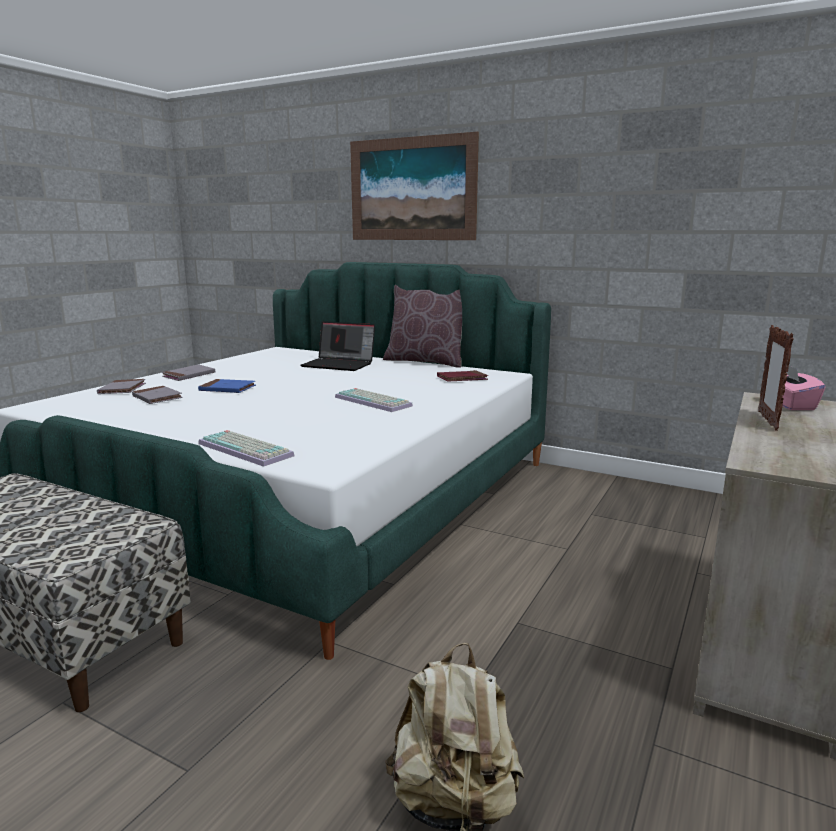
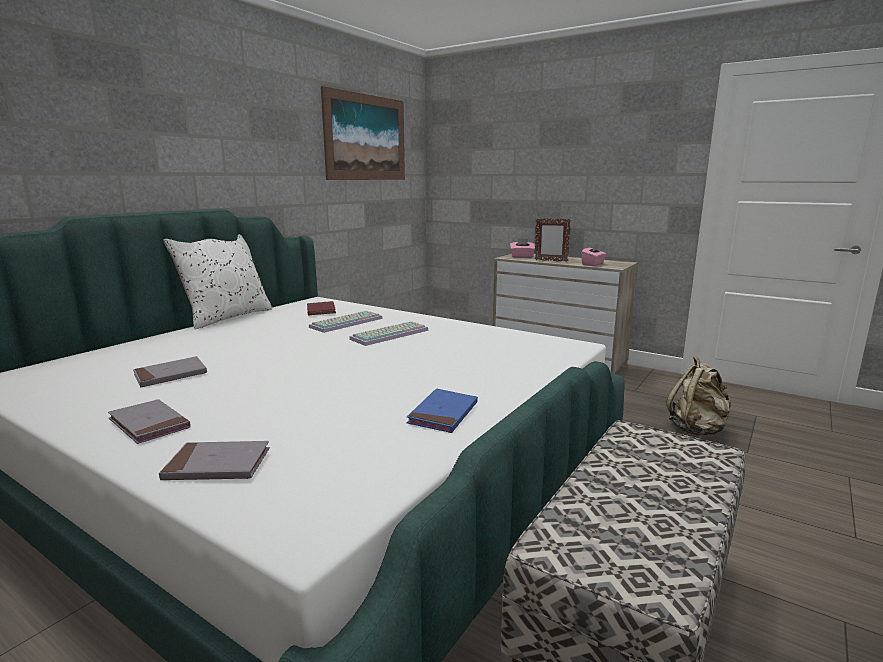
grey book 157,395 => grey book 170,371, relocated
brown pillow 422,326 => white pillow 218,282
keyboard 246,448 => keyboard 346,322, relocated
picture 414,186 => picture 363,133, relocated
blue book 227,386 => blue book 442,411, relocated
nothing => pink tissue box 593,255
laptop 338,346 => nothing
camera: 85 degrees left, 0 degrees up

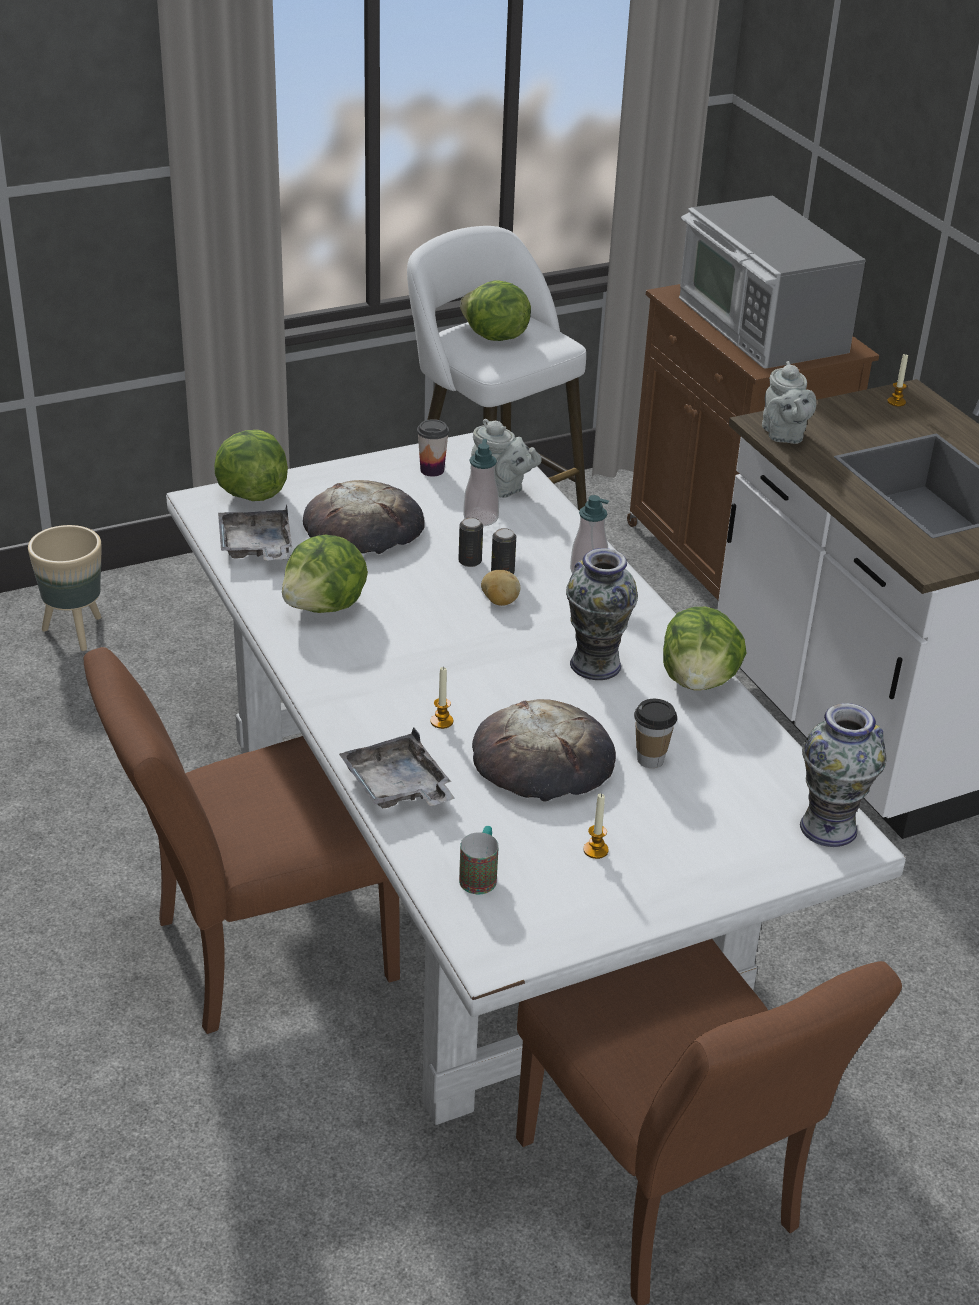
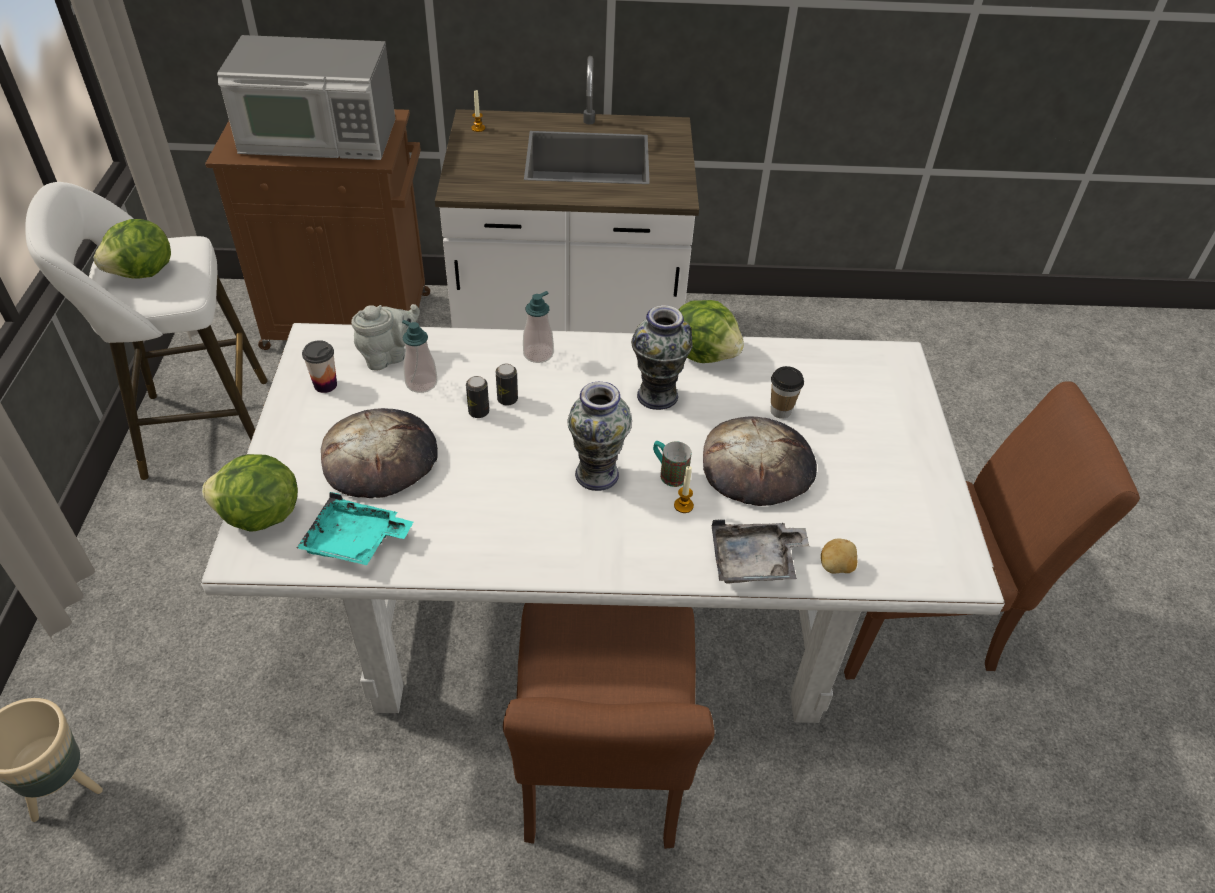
grey tray 255,532 => turquoise tray 355,528
vase 843,775 => vase 600,436, relocated
mug 479,860 => mug 672,464, relocated
potato 500,588 => potato 839,556, relocated
lettuce 325,574 => nothing
candle 596,826 => nothing
grey teapot 789,402 => nothing
camera: 65 degrees left, 10 degrees up

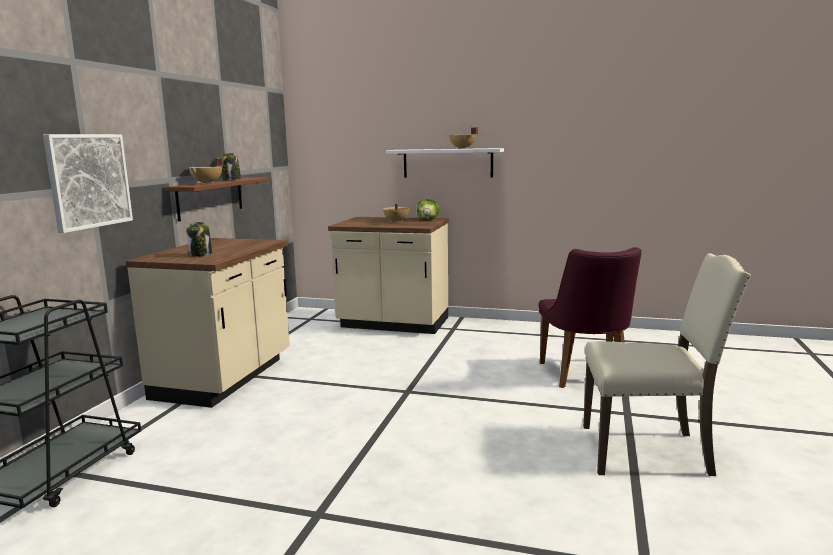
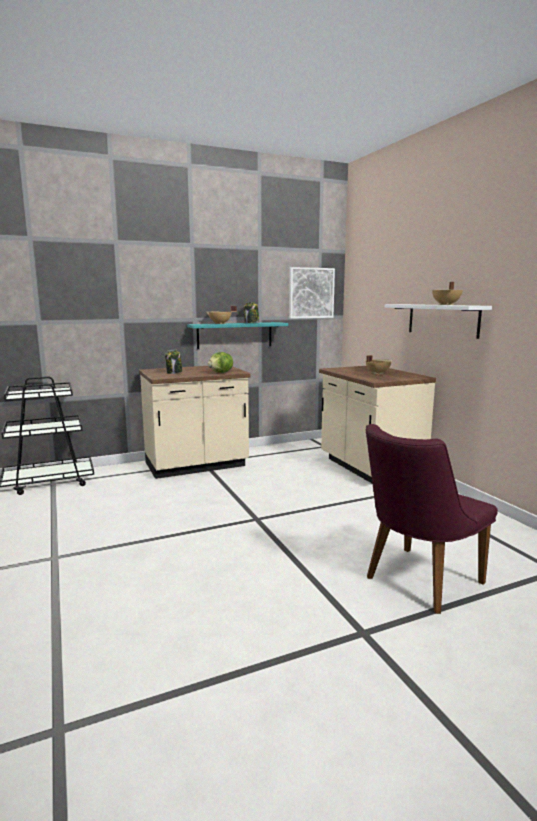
brown shelf 217,199 => turquoise shelf 237,335
lettuce 428,209 => lettuce 220,362, relocated
picture 88,183 => picture 312,293, relocated
beige chair 667,364 => nothing
camera: 50 degrees right, 0 degrees up

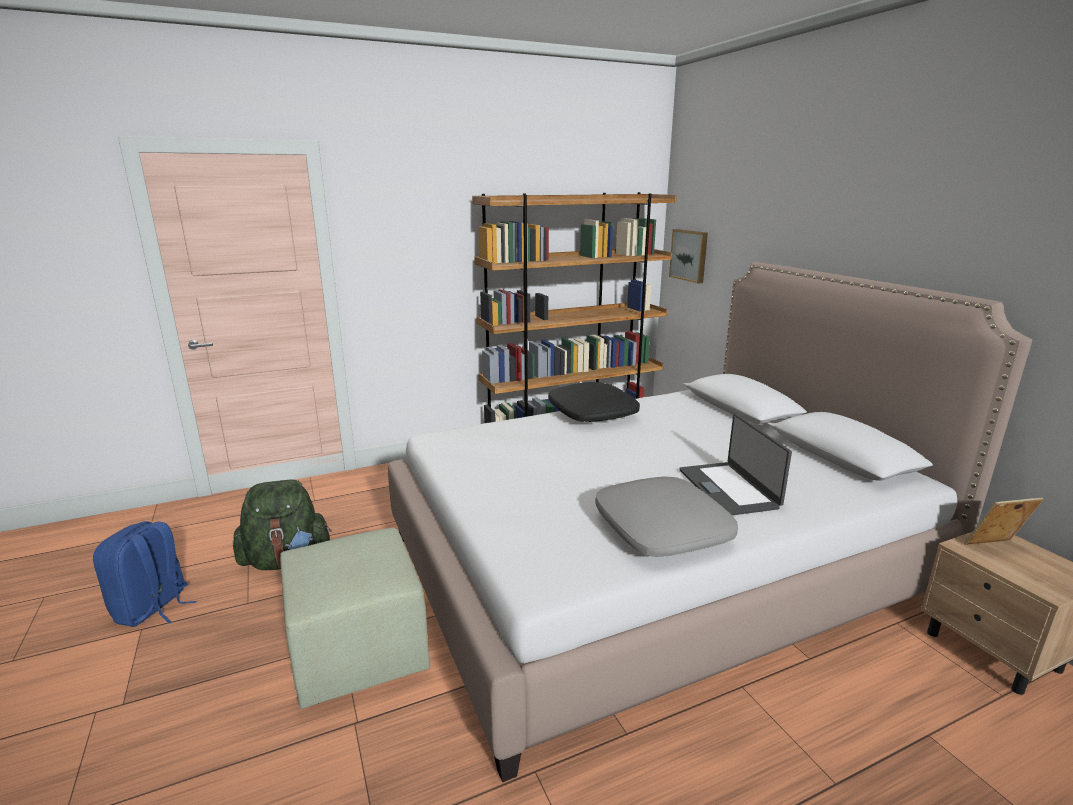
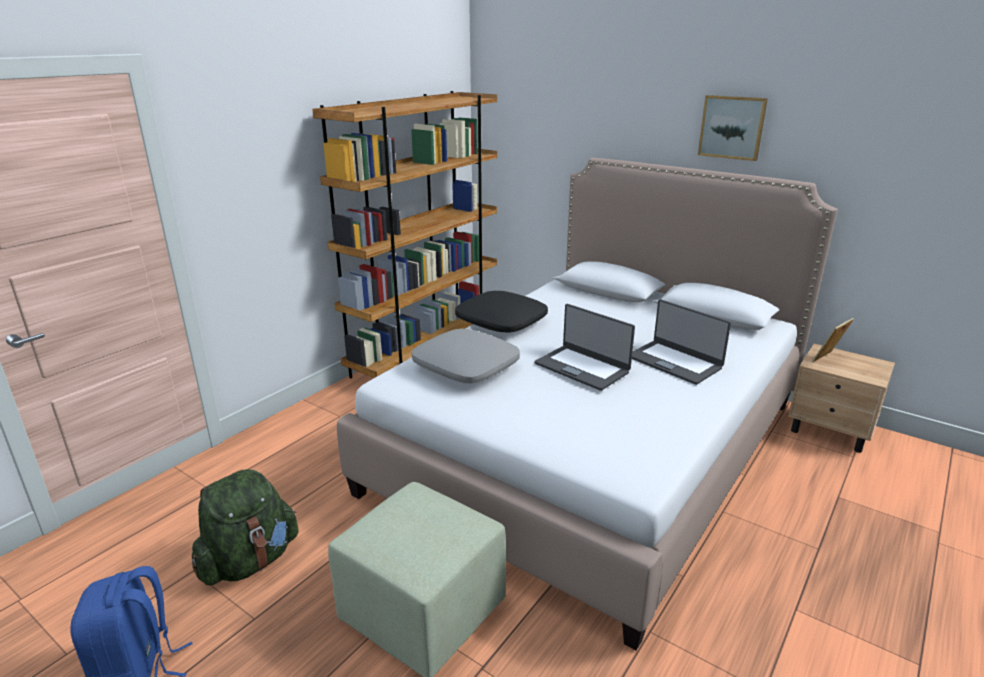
grey pillow 666,516 => grey pillow 466,355, relocated
nothing => laptop 584,347
picture 688,256 => picture 733,128, relocated
camera: 30 degrees left, 5 degrees up

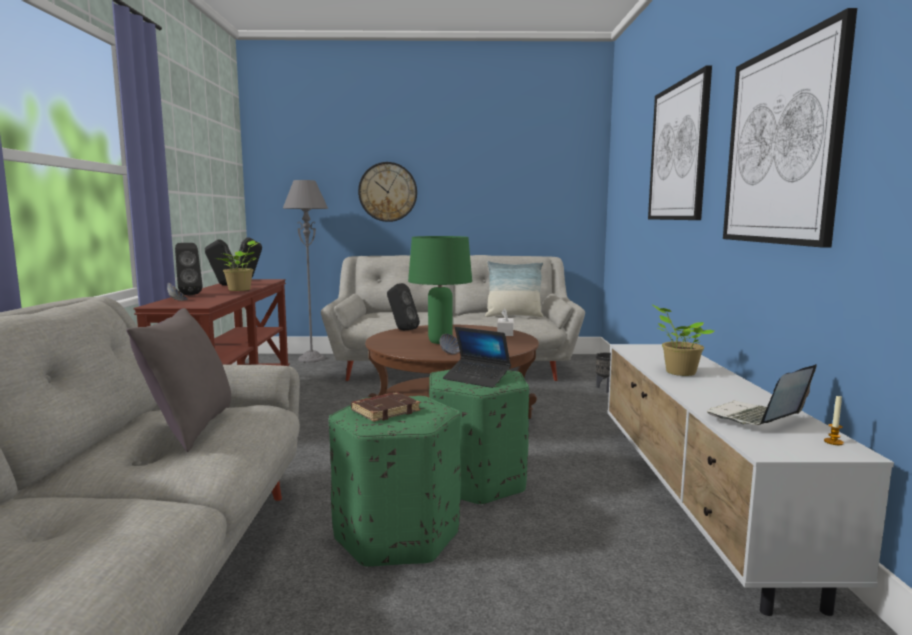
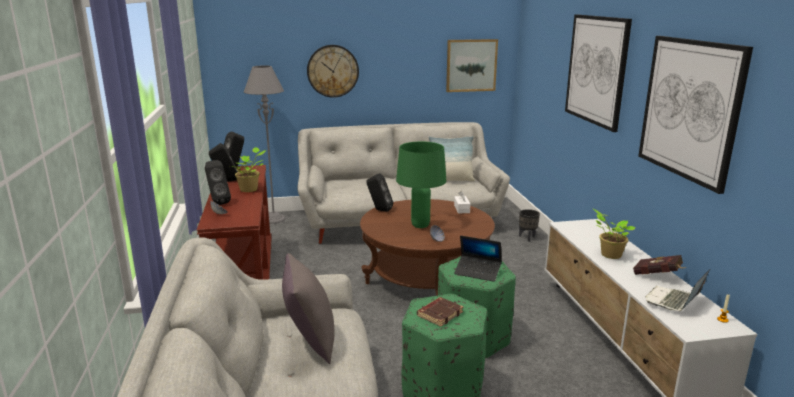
nothing => picture 472,65
nothing => red book 660,265
camera: 10 degrees left, 10 degrees up

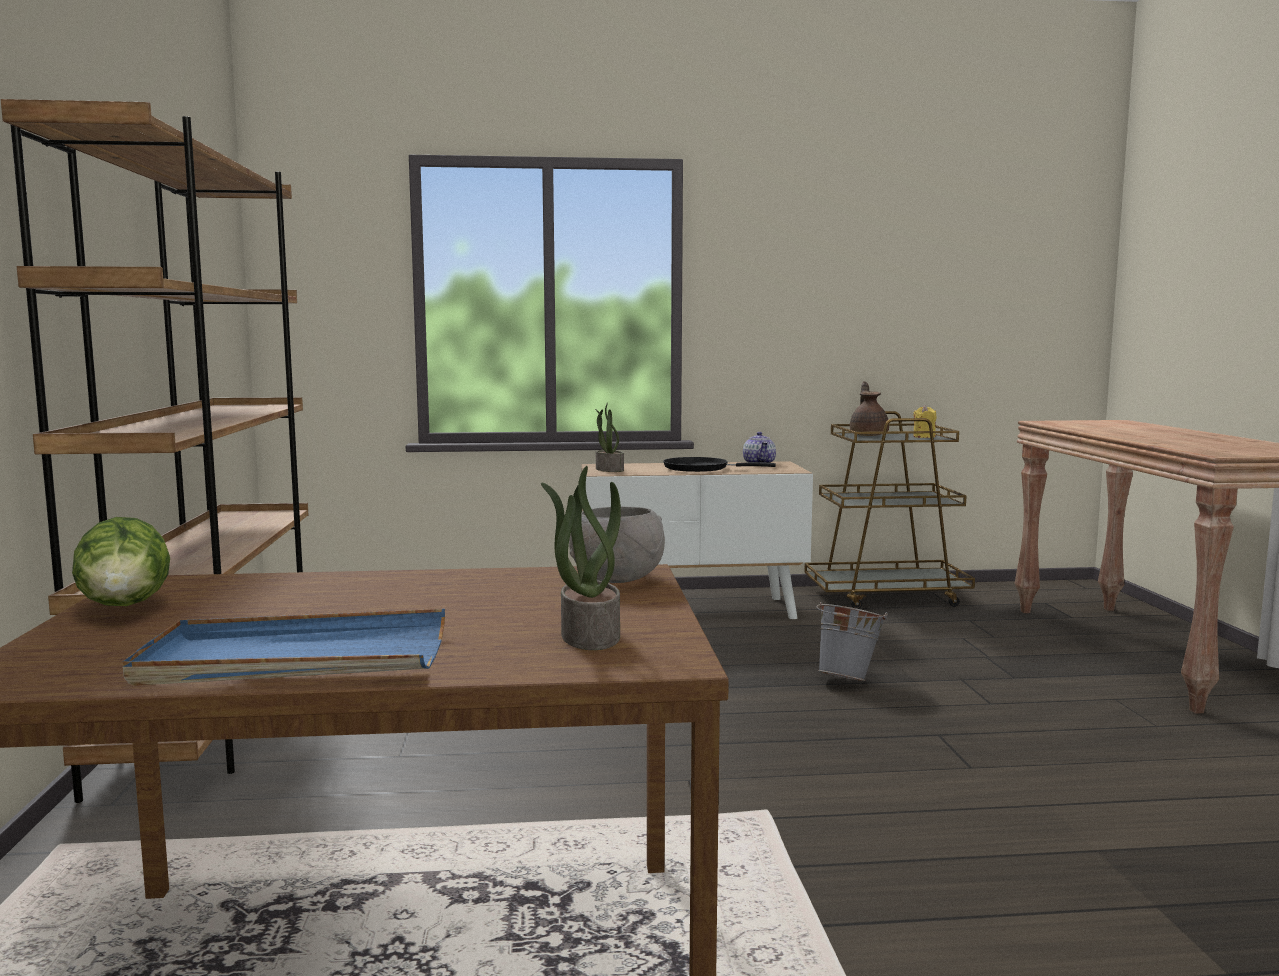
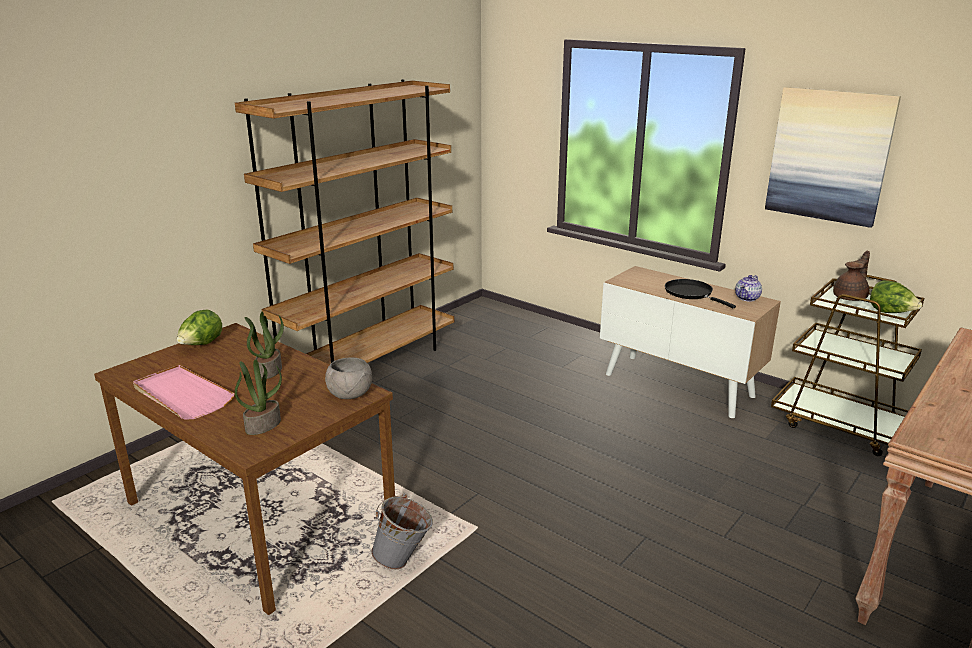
blue tray 283,647 => pink tray 184,392
potted plant 609,437 => potted plant 264,345, relocated
grey bucket 852,641 => grey bucket 402,531, relocated
nothing => picture 833,157
yellow candle 924,421 => lettuce 896,296
camera: 45 degrees right, 15 degrees up

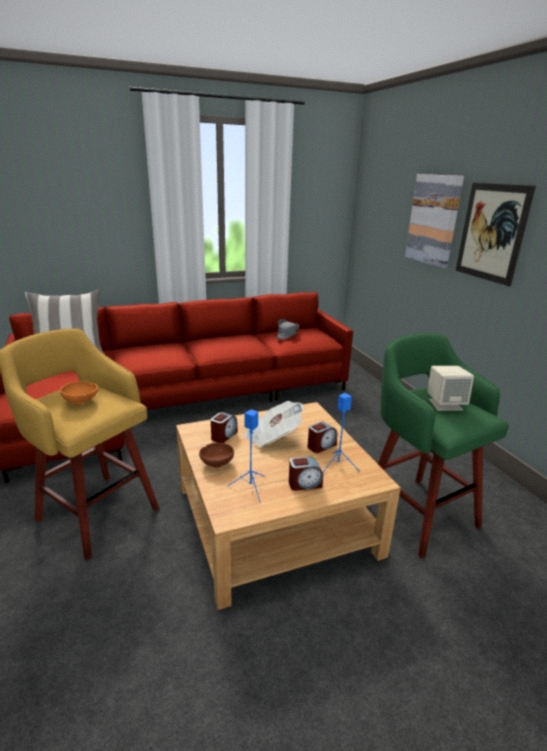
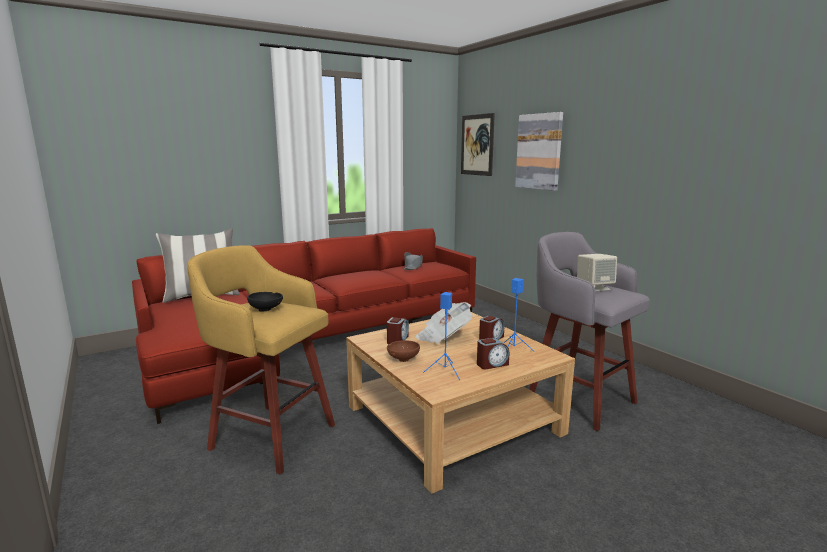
orange bowl 79,392 => black bowl 265,302
picture 495,234 => picture 478,144, relocated
green stool 443,446 => grey stool 589,331
camera: 10 degrees left, 10 degrees down

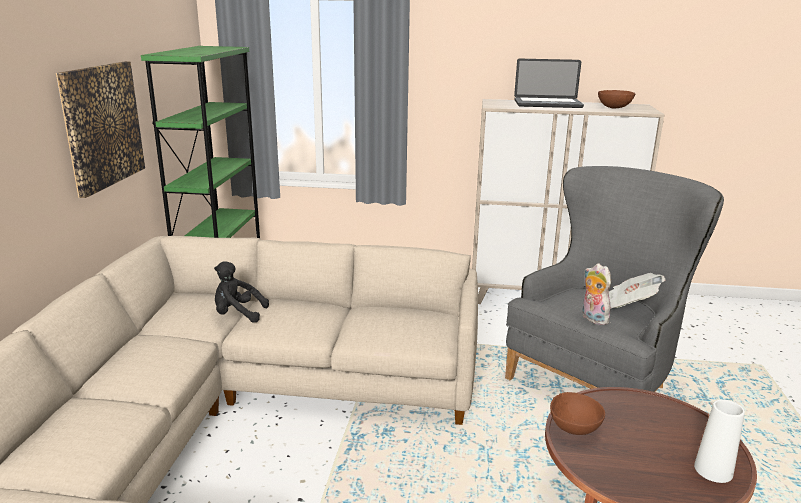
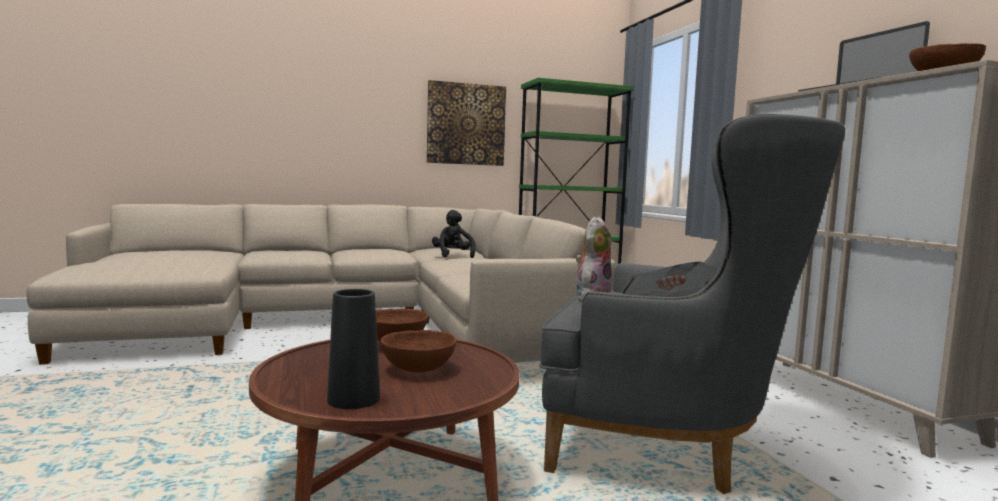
white vase 719,441 => black vase 353,349
nothing => brown bowl 418,351
camera: 65 degrees right, 15 degrees down

